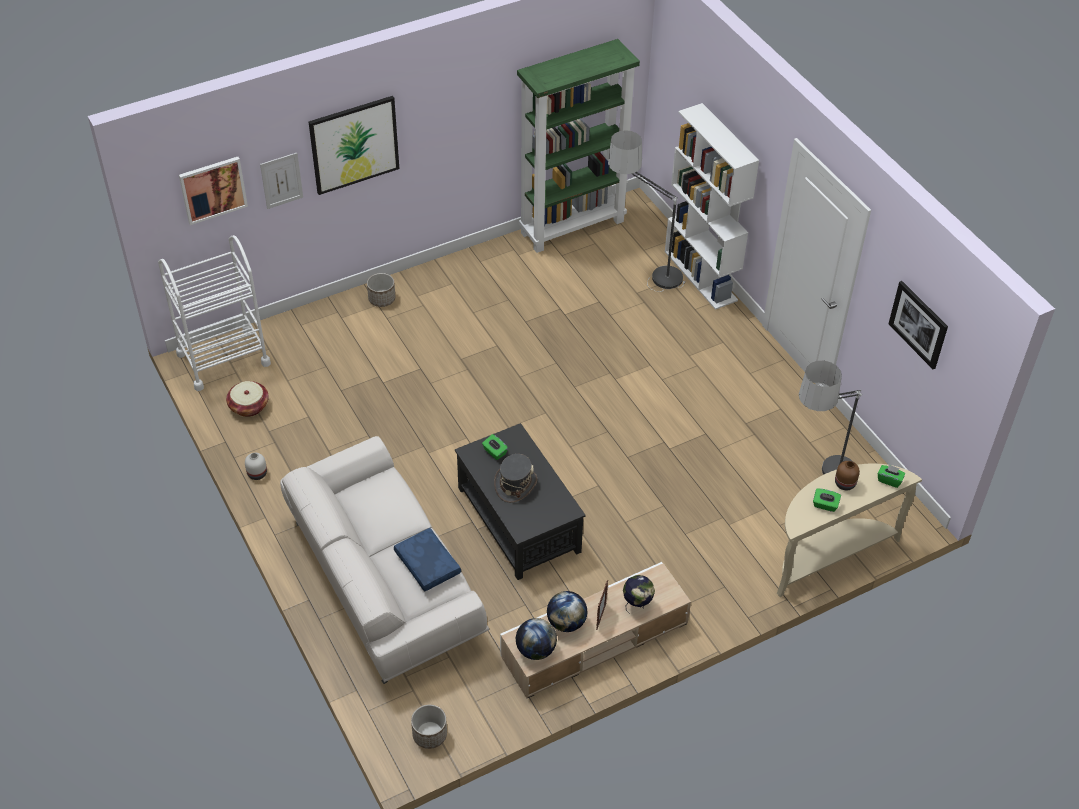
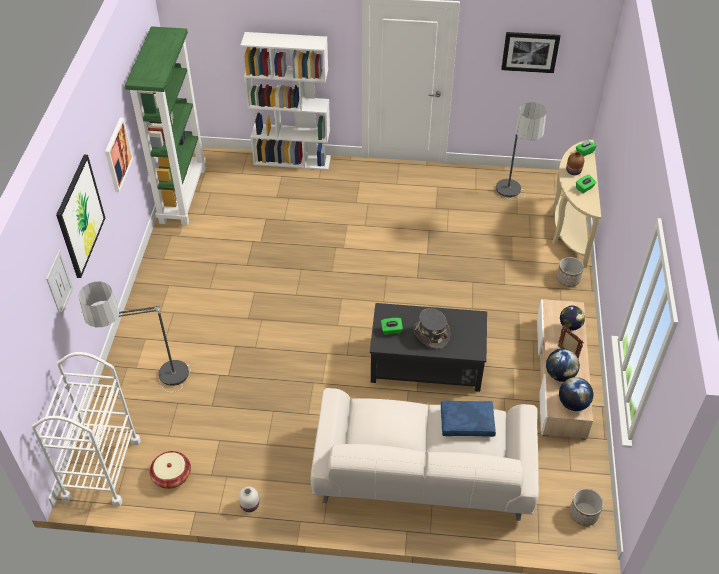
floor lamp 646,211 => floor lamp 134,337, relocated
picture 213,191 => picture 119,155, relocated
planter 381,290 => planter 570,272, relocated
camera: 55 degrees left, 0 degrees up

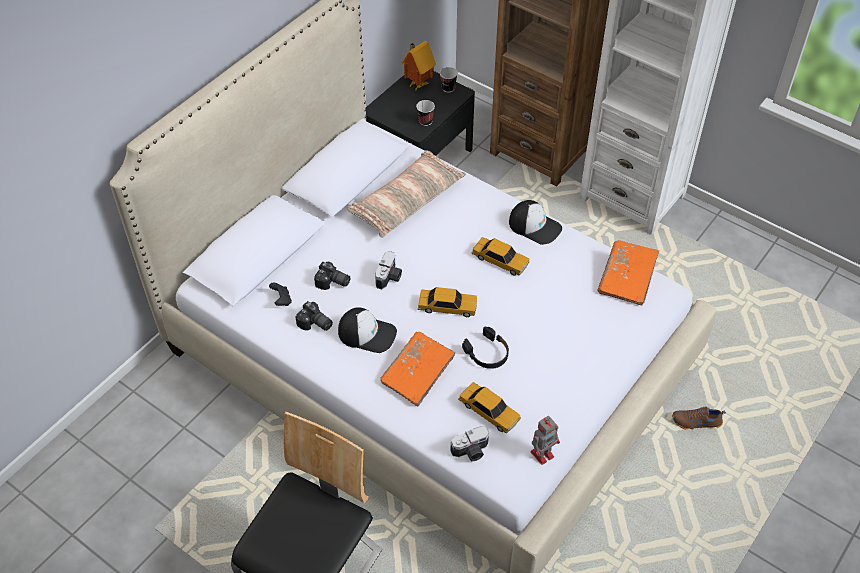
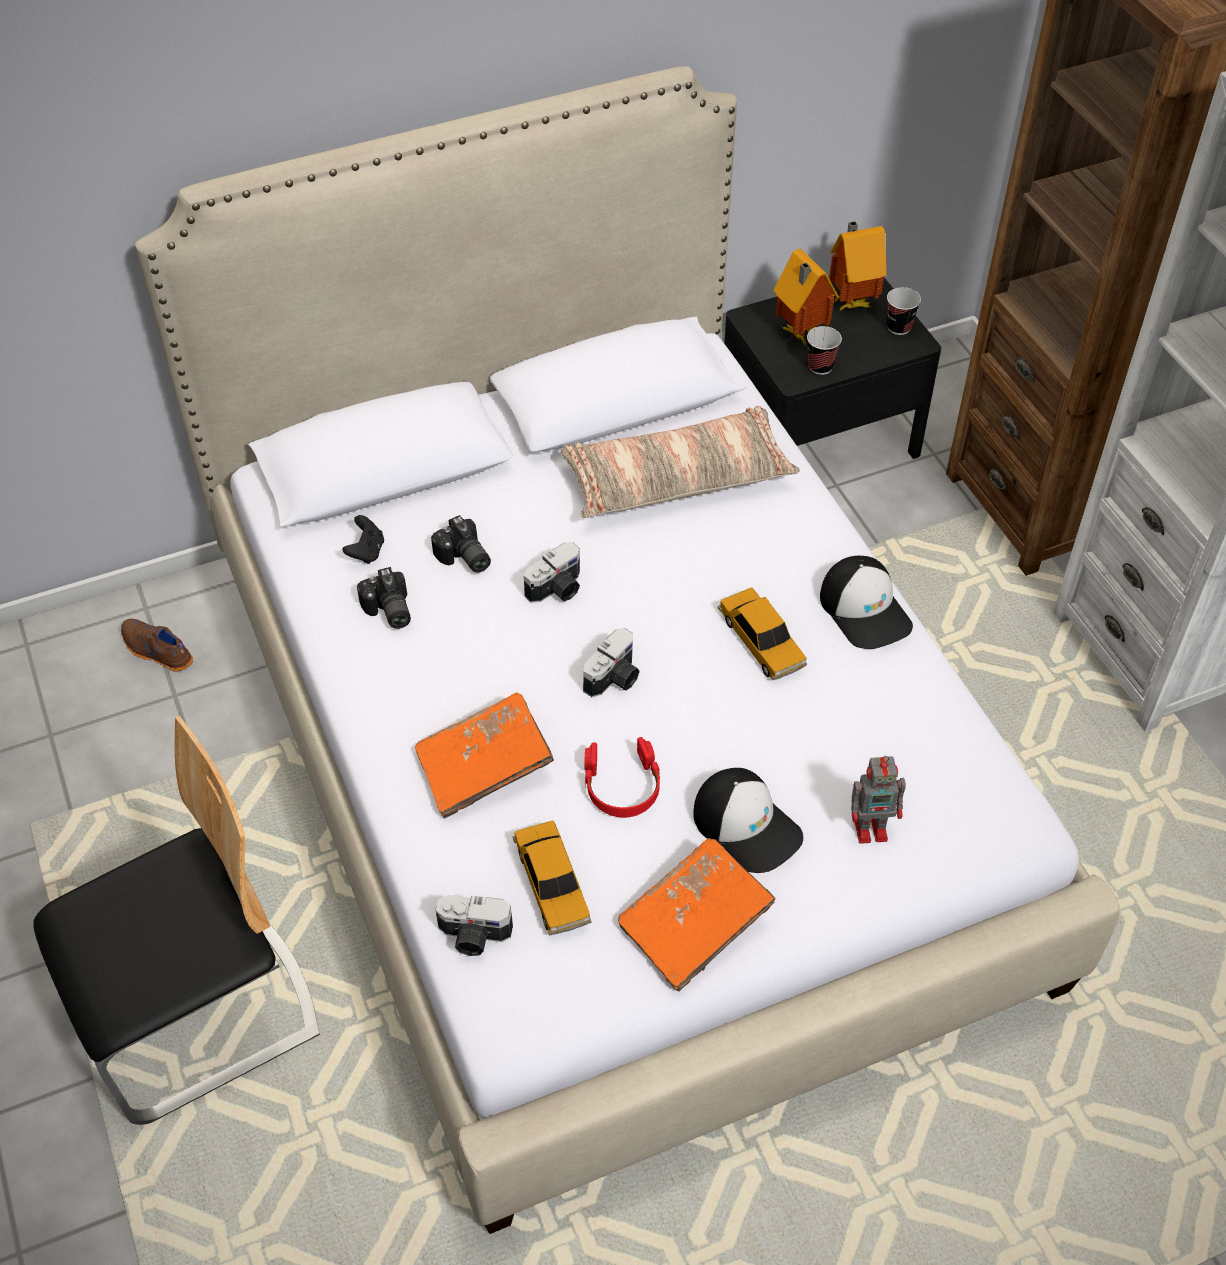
brown shoe 699,418 => brown shoe 157,645, relocated
toy car 447,302 => photo camera 611,662
black headphones 485,347 => red headphones 622,777
orange book 628,272 => orange book 697,914, relocated
cap 367,330 => cap 748,820, relocated
nothing => toy house 806,297
toy robot 545,440 => toy robot 878,800, relocated
camera: 30 degrees right, 0 degrees up

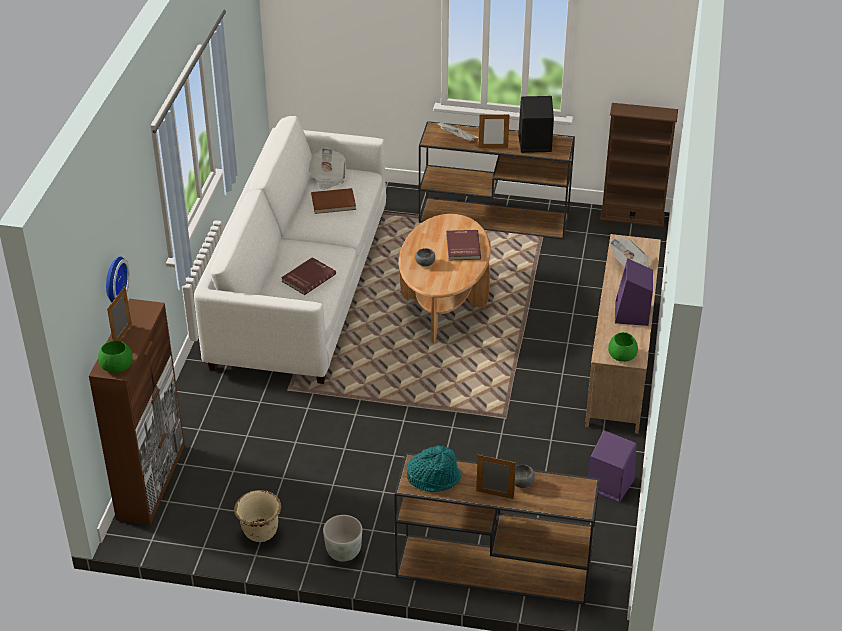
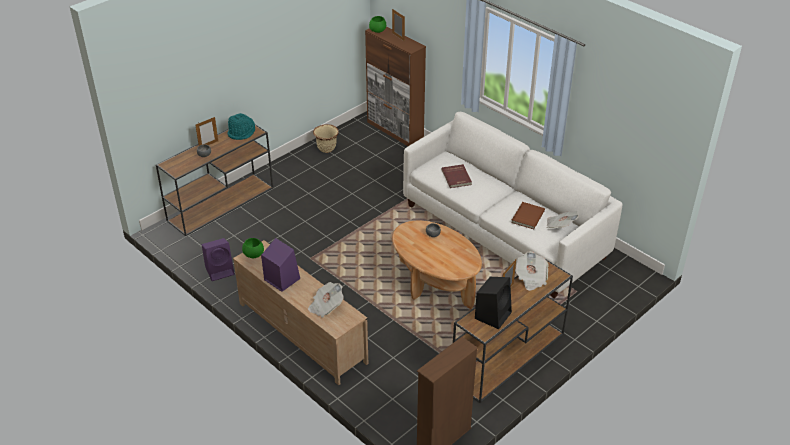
wall clock 118,280 => nothing
grey planter 342,538 => nothing
red book 463,245 => nothing
camera: 125 degrees right, 0 degrees up

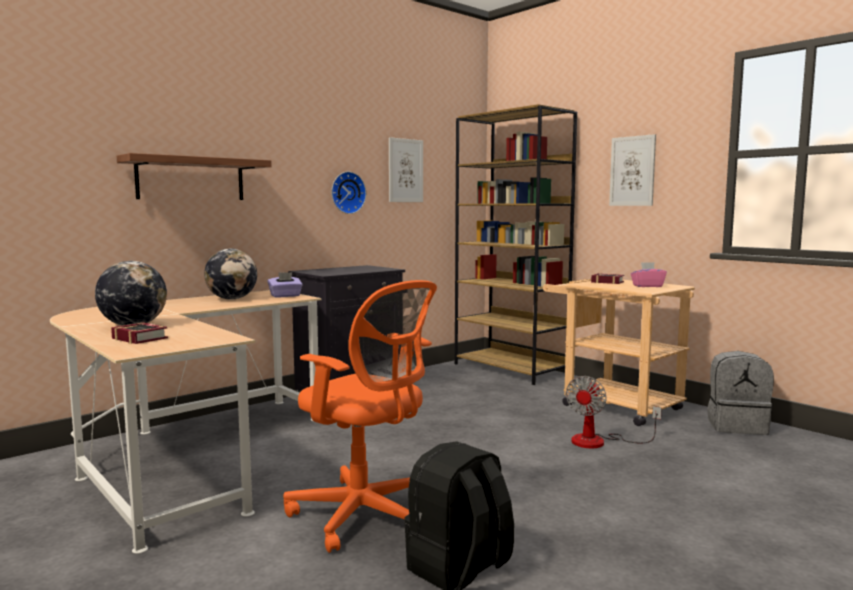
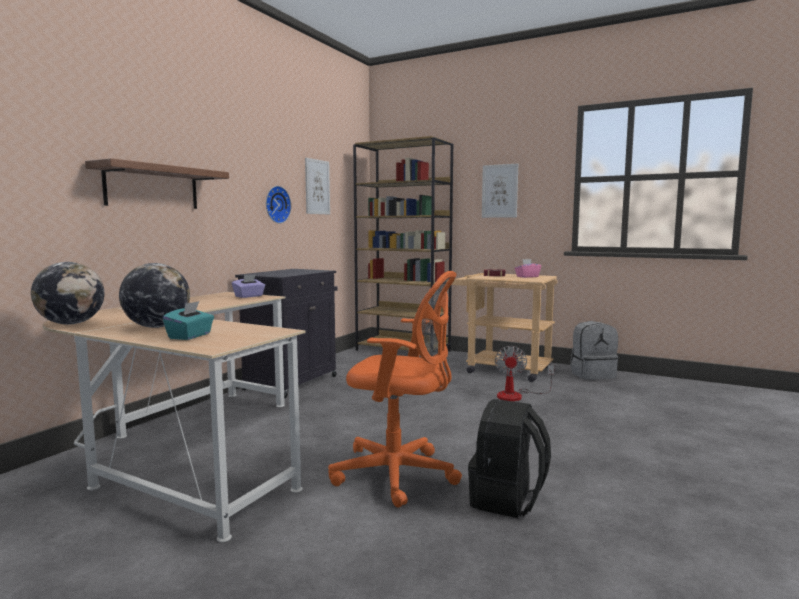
globe 230,274 => globe 67,293, relocated
book 139,333 => turquoise tissue box 188,320
camera: 20 degrees left, 0 degrees up

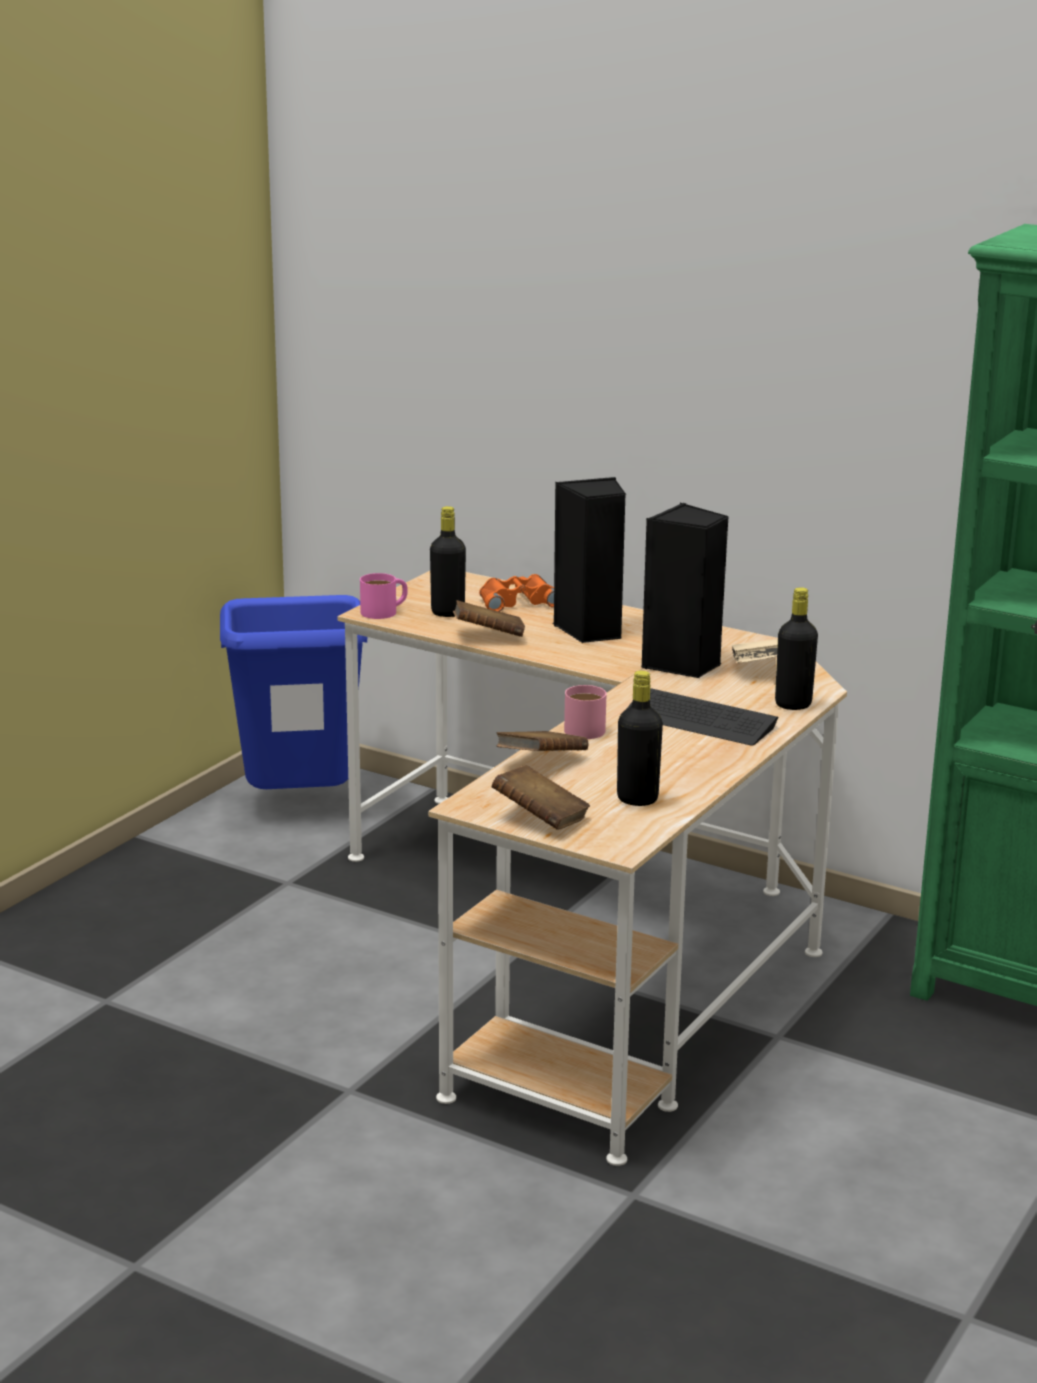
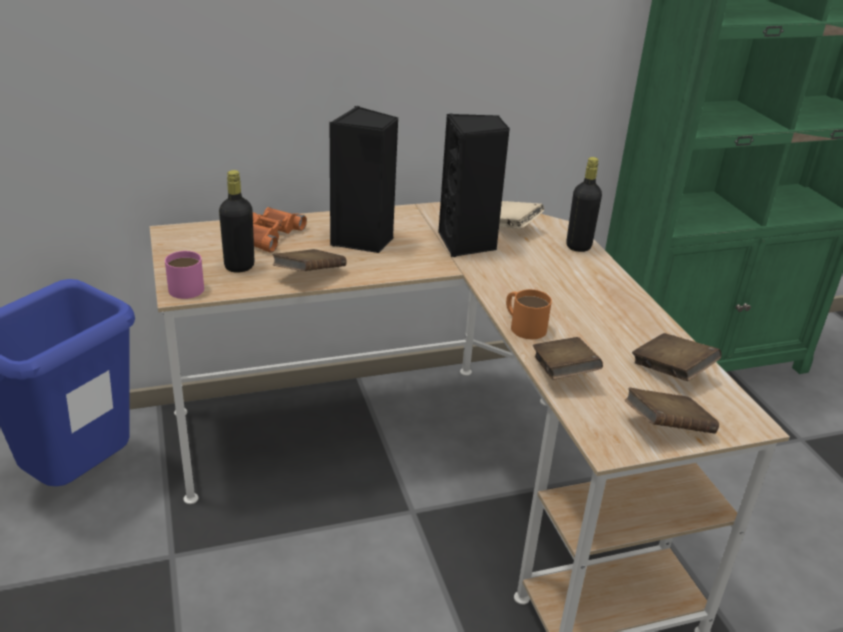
pink mug 585,712 => orange mug 529,314
black bottle 640,738 => brown book 677,357
keyboard 702,717 => nothing
camera: 50 degrees left, 10 degrees up

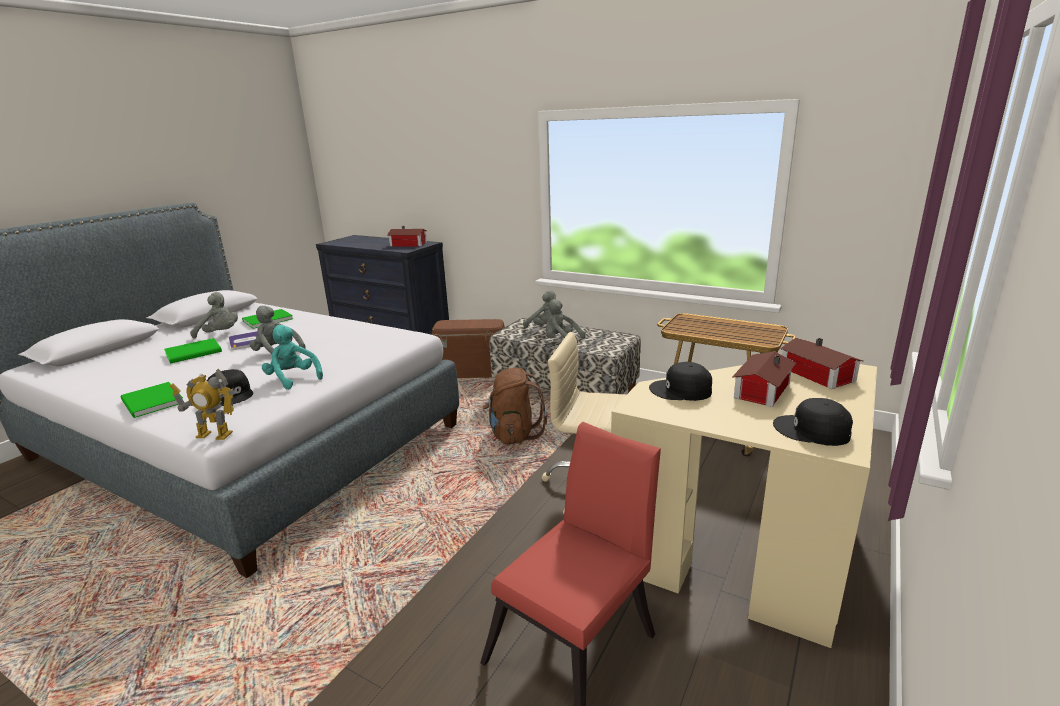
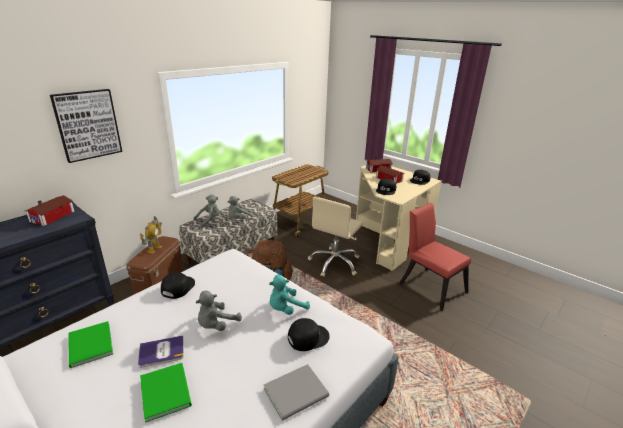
nothing => picture 86,126
toy robot 202,404 => toy robot 151,235, relocated
nothing => black cap 178,285
green book 151,400 => grey book 296,392
grey plush toy 214,315 => nothing
camera: 80 degrees left, 5 degrees up

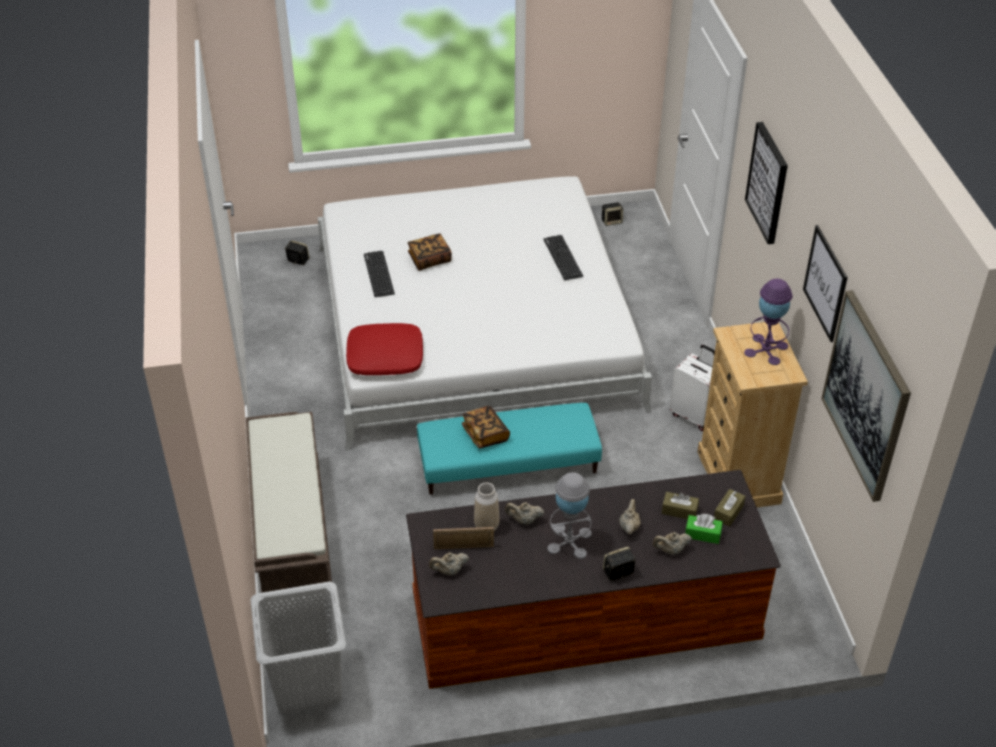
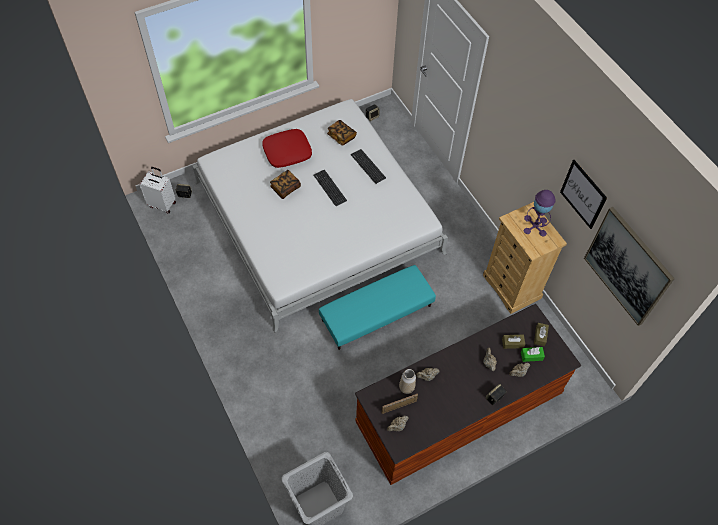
white suitcase 692,388 => white suitcase 157,190, relocated
red pillow 384,349 => red pillow 287,148, relocated
keyboard 379,274 => keyboard 330,188, relocated
book 486,427 => book 342,133, relocated
brown bench 289,512 => nothing
grey table lamp 570,515 => nothing
picture 766,183 => nothing
camera: 20 degrees left, 15 degrees up

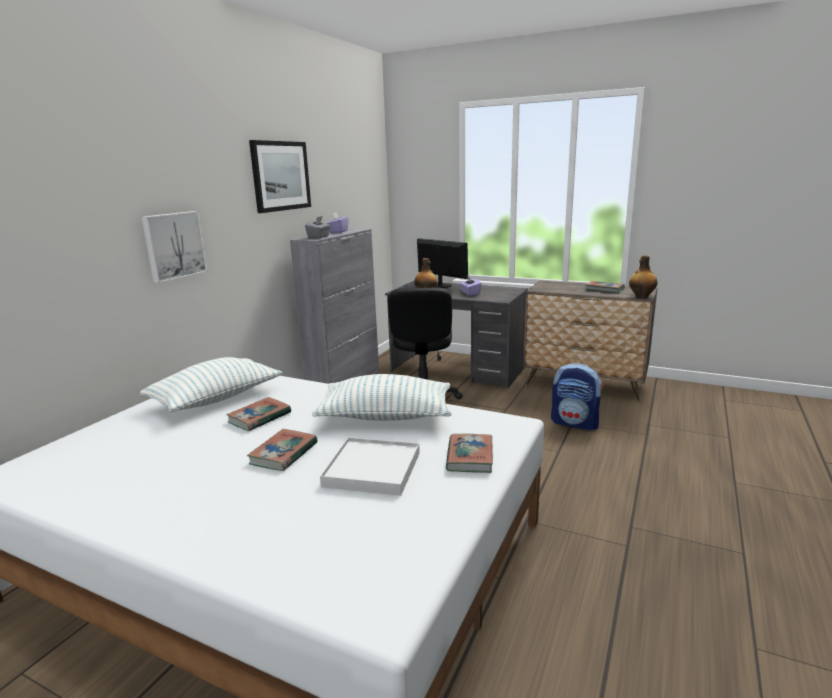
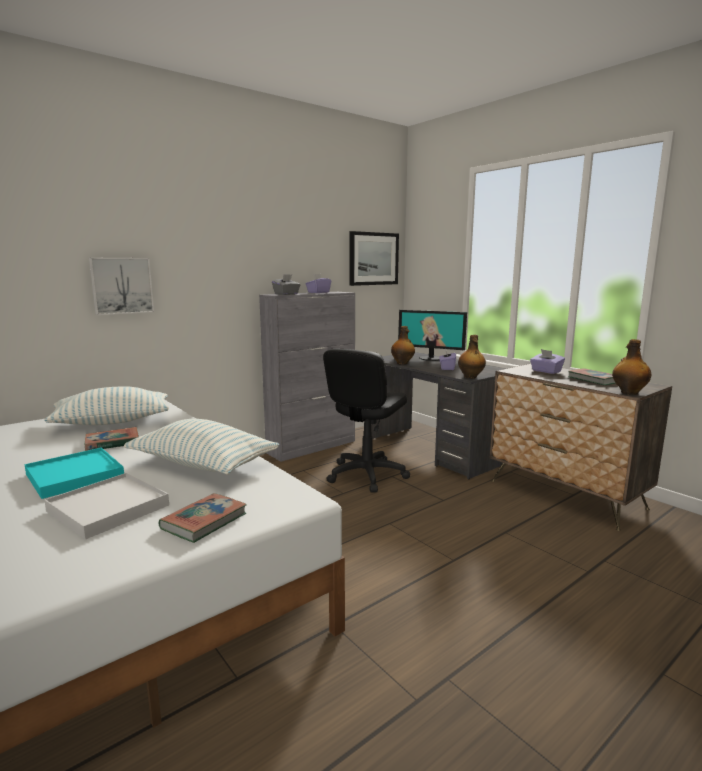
book 282,450 => turquoise tray 74,473
picture 280,176 => picture 374,258, relocated
monitor 442,263 => monitor 432,335, 135 degrees clockwise
nothing => bottle 472,357
nothing => purple tissue box 547,361
backpack 577,397 => nothing
camera: 25 degrees right, 5 degrees down

